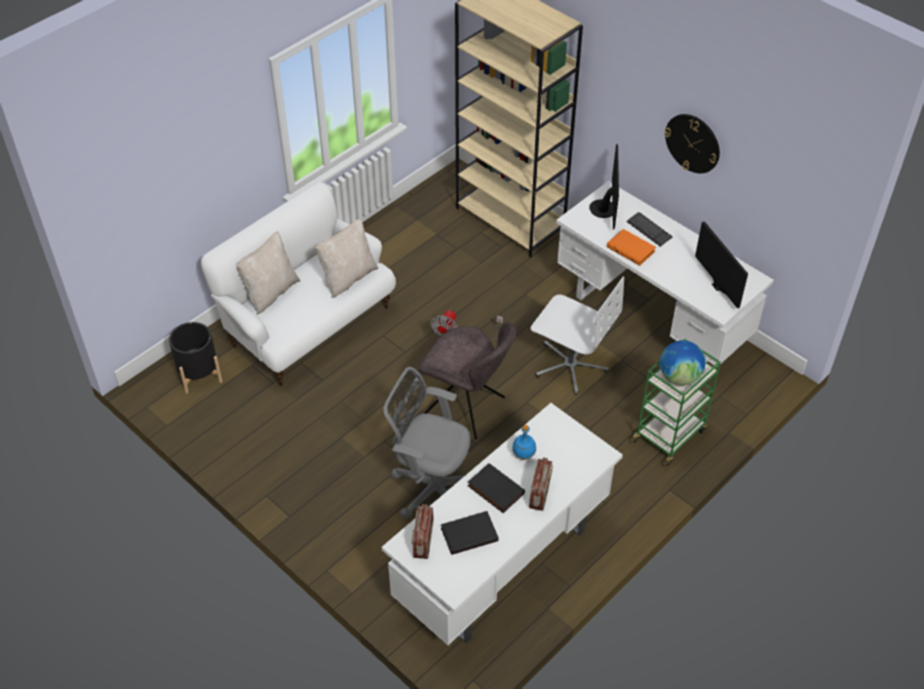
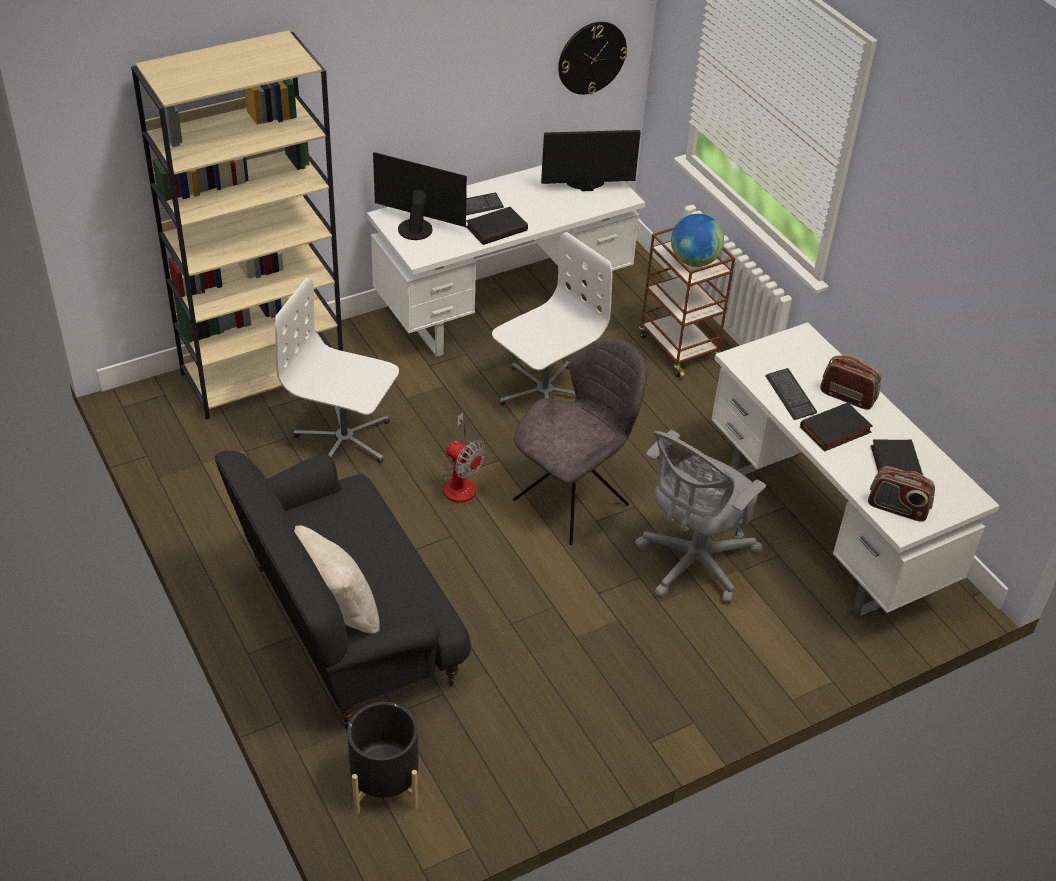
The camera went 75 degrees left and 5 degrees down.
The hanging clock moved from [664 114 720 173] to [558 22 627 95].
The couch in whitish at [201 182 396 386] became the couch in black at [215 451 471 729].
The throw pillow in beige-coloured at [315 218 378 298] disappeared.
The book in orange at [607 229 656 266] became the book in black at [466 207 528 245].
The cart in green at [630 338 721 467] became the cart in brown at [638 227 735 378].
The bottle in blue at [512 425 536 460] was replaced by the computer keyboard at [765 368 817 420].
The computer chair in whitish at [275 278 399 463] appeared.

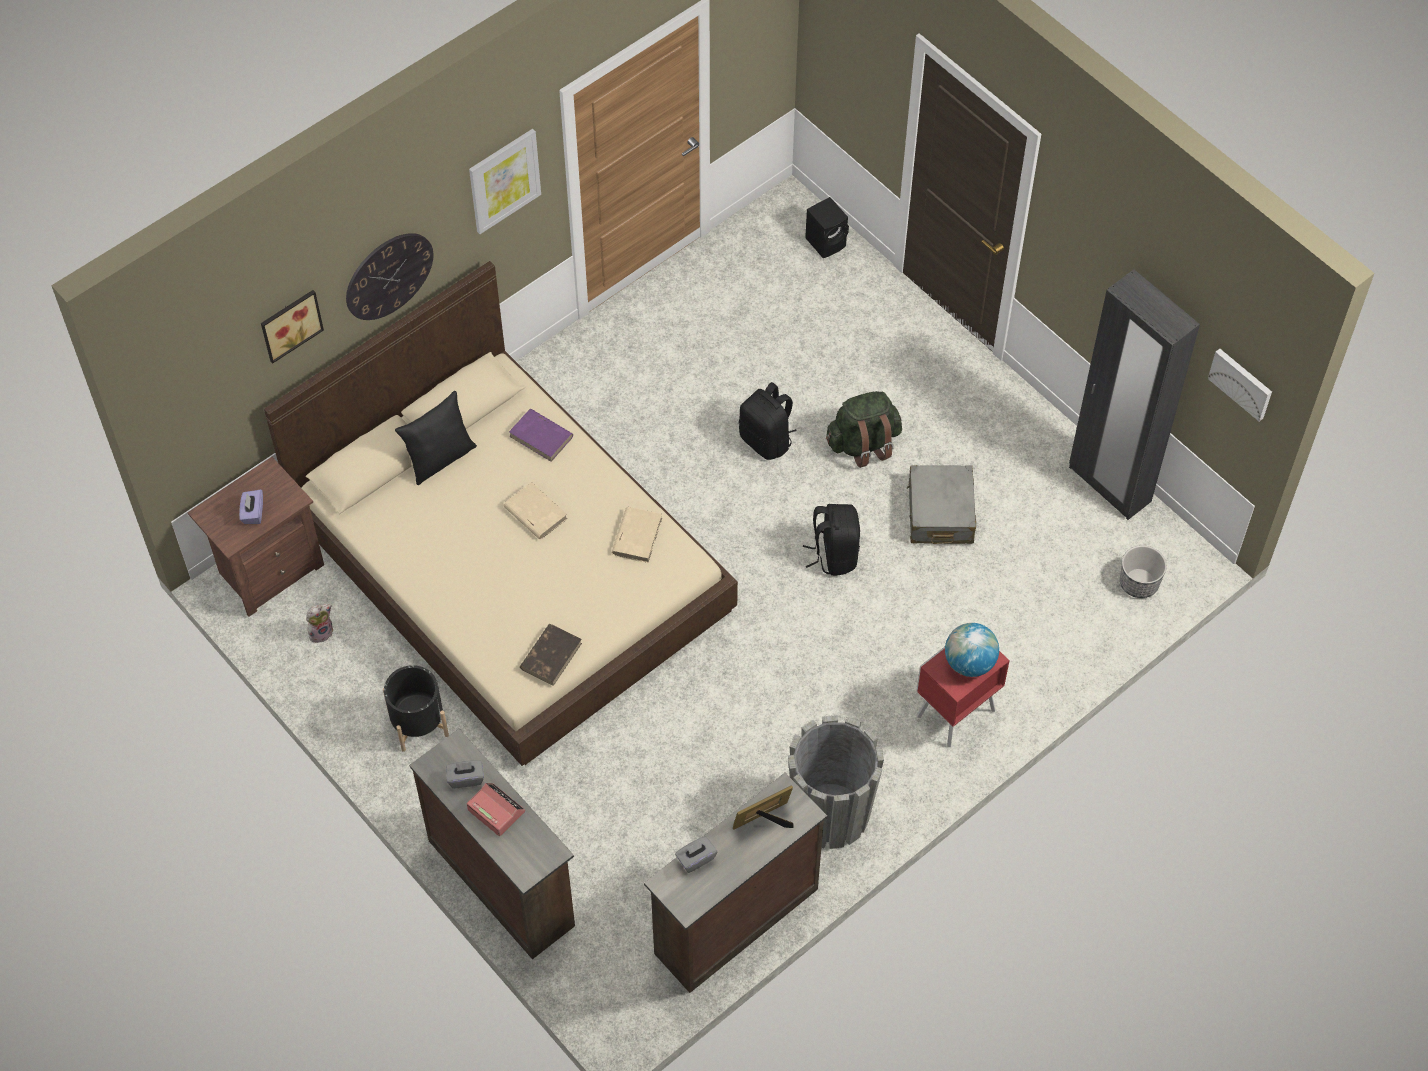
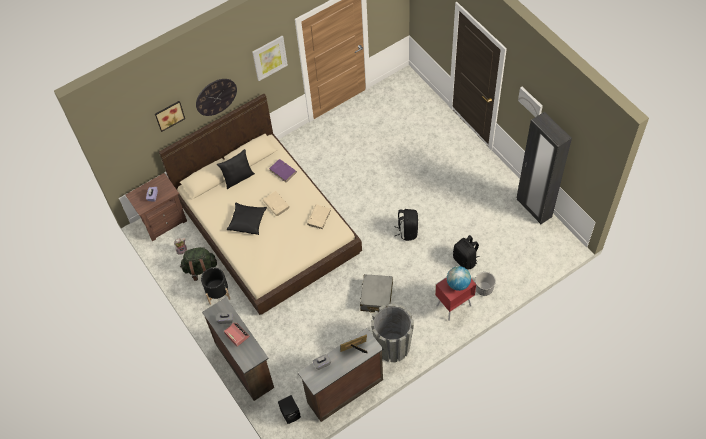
The camera went 10 degrees right and 0 degrees up.
The loudspeaker in black moved from [805 197 849 258] to [278 395 301 424].
The picture moved from [1208 349 1272 421] to [518 87 543 117].
The knapsack in black moved from [739 382 797 460] to [453 235 480 270].
The knapsack in green moved from [826 391 902 468] to [180 247 217 281].
The piece of luggage in greyish moved from [907 465 976 544] to [360 274 393 313].
The planter moved from [1120 545 1167 598] to [475 272 496 296].
The book in brown at [520 624 582 686] disappeared.
The throw pillow in black at [227 202 267 235] appeared.

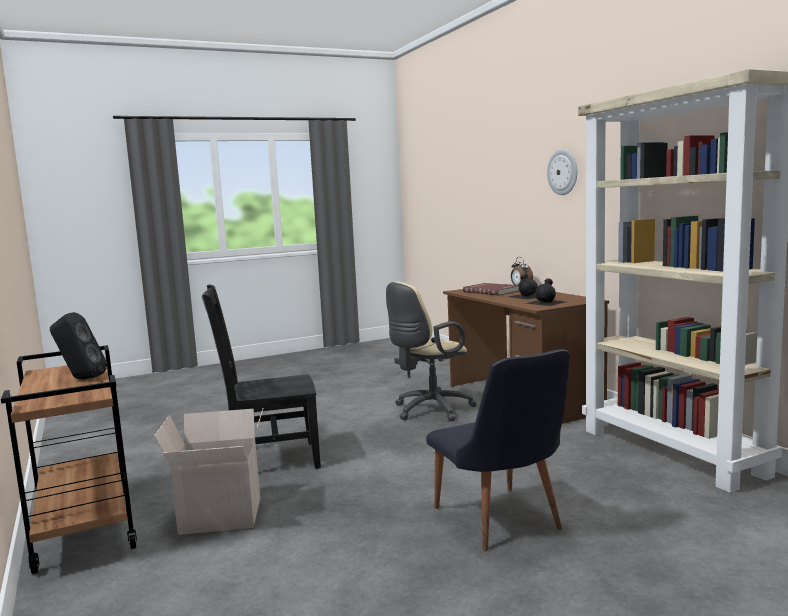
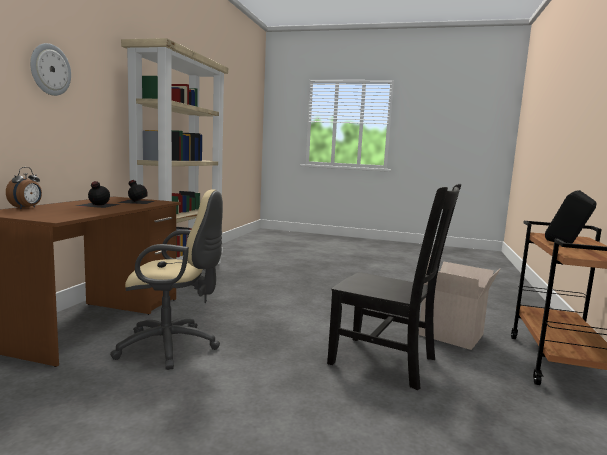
The camera went 140 degrees left and 0 degrees up.
The book in reddish at [463 283 519 295] disappeared.
The plain chair in black at [426 349 570 551] disappeared.

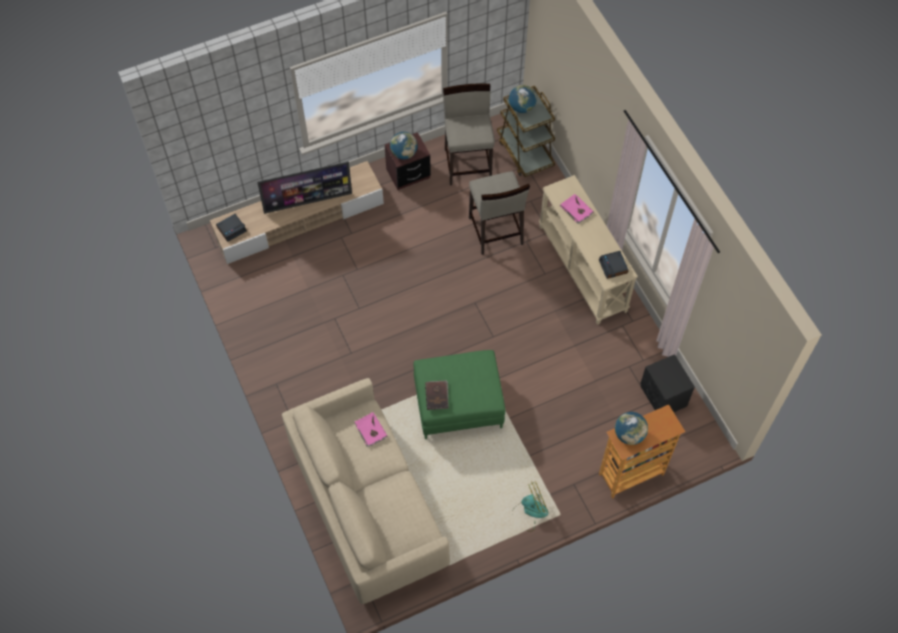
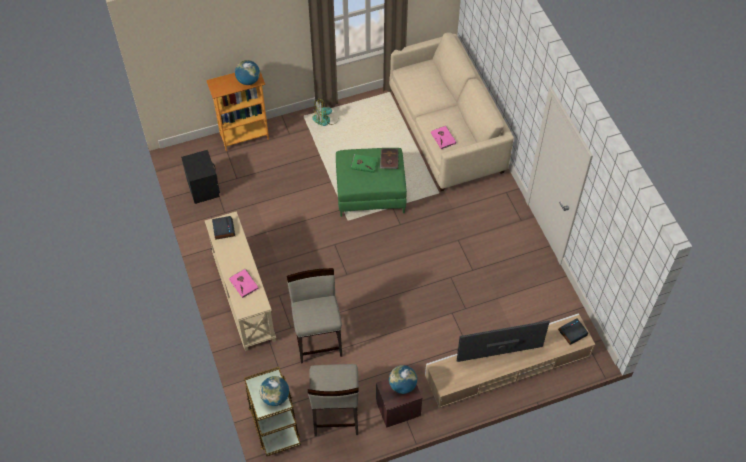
The camera went 175 degrees left and 5 degrees down.
The book in green at [351 154 378 173] appeared.

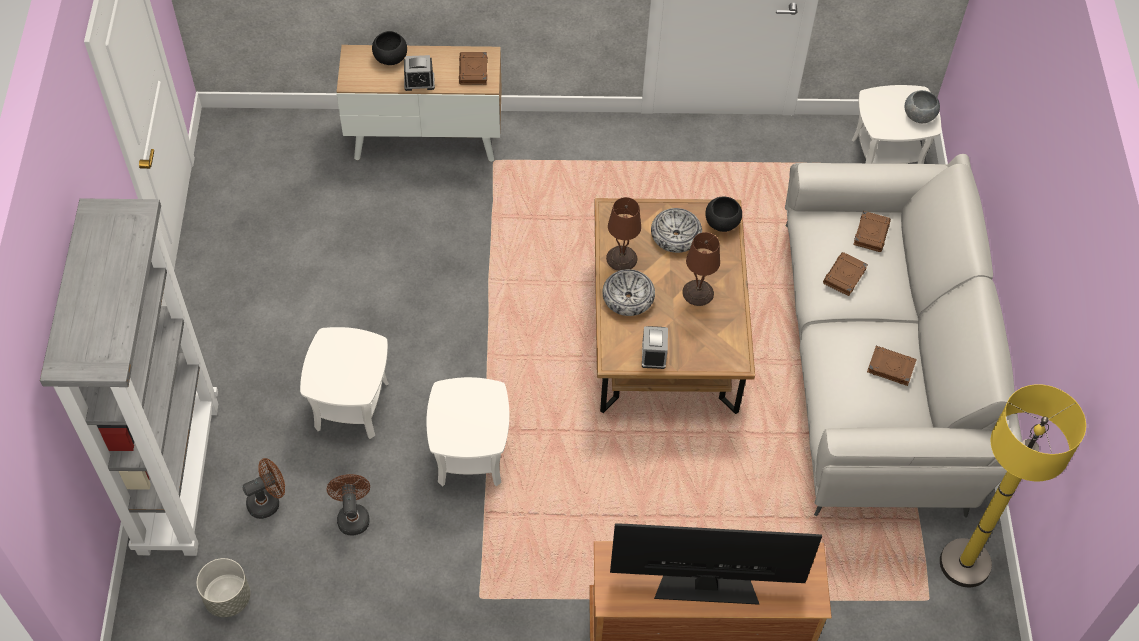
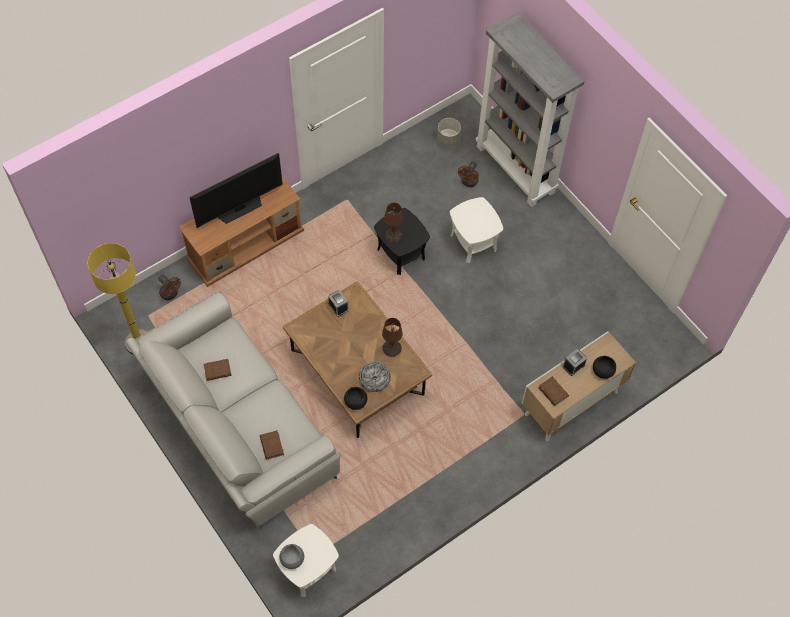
The camera went 145 degrees right and 5 degrees up.
The tabletop lamp in brown moved from [682 232 720 306] to [384 203 403 243].
The book in brown at [823 252 868 296] disappeared.
The serving bowl at [602 269 655 316] disappeared.
The accent table in whitish at [426 377 509 487] became the accent table in black at [374 208 430 275].
The cooling fan in brown moved from [327 474 370 535] to [158 275 181 300].

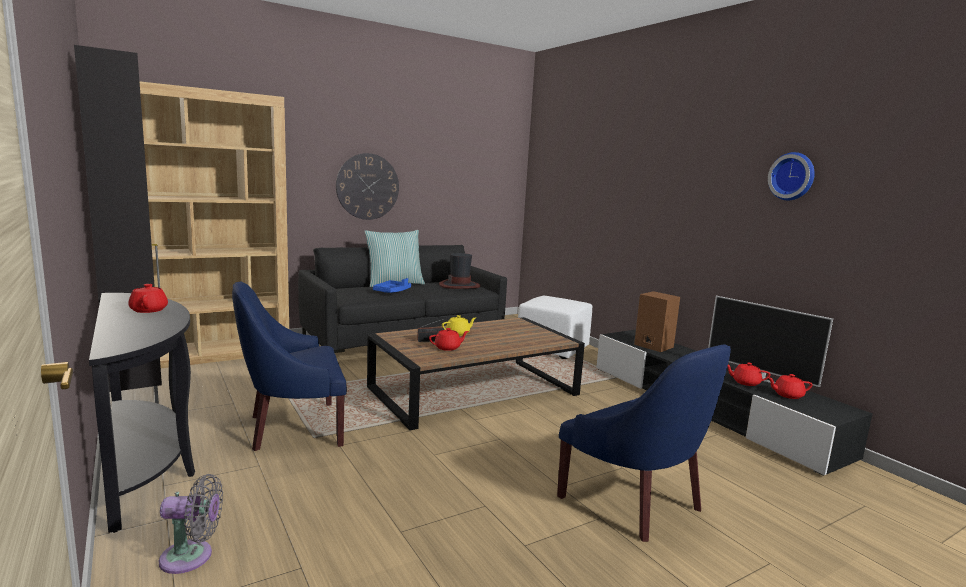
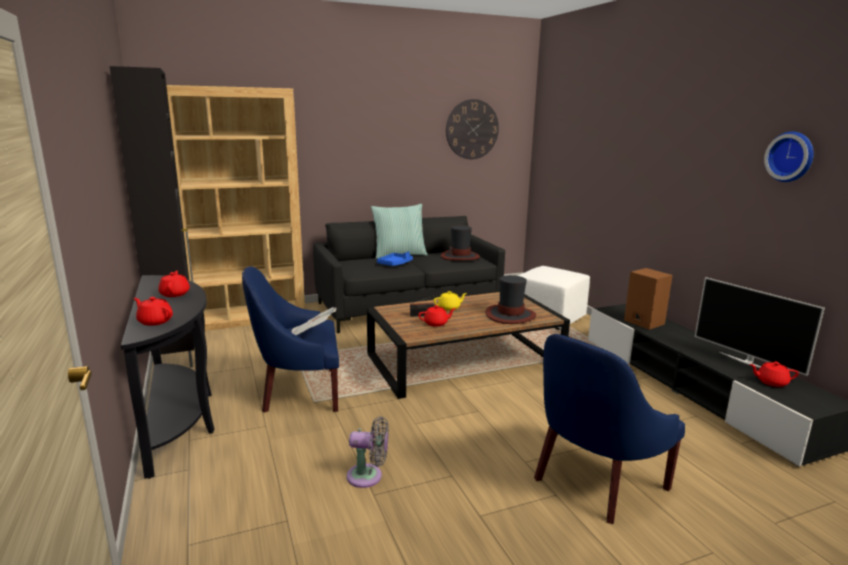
The camera went 10 degrees right and 5 degrees up.
The hanging clock moved from [336 153 399 220] to [446 99 499 159].
The armchair in blue at [557 344 731 542] turned 75 degrees clockwise.
The tea pot in reddish moved from [727 362 770 386] to [134 297 173 326].
The cooling fan in greyish moved from [159 474 223 574] to [346 416 389 488].
The hat at [485 275 536 324] appeared.
The newspaper at [291 307 337 335] appeared.

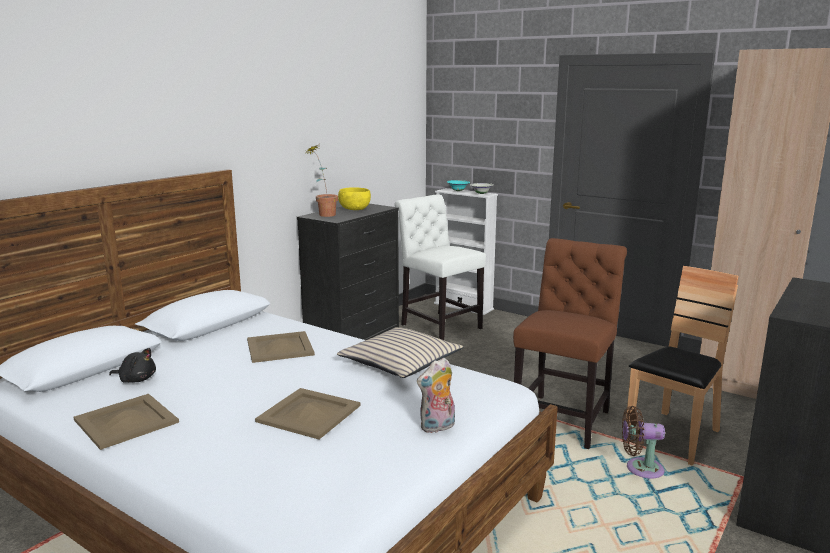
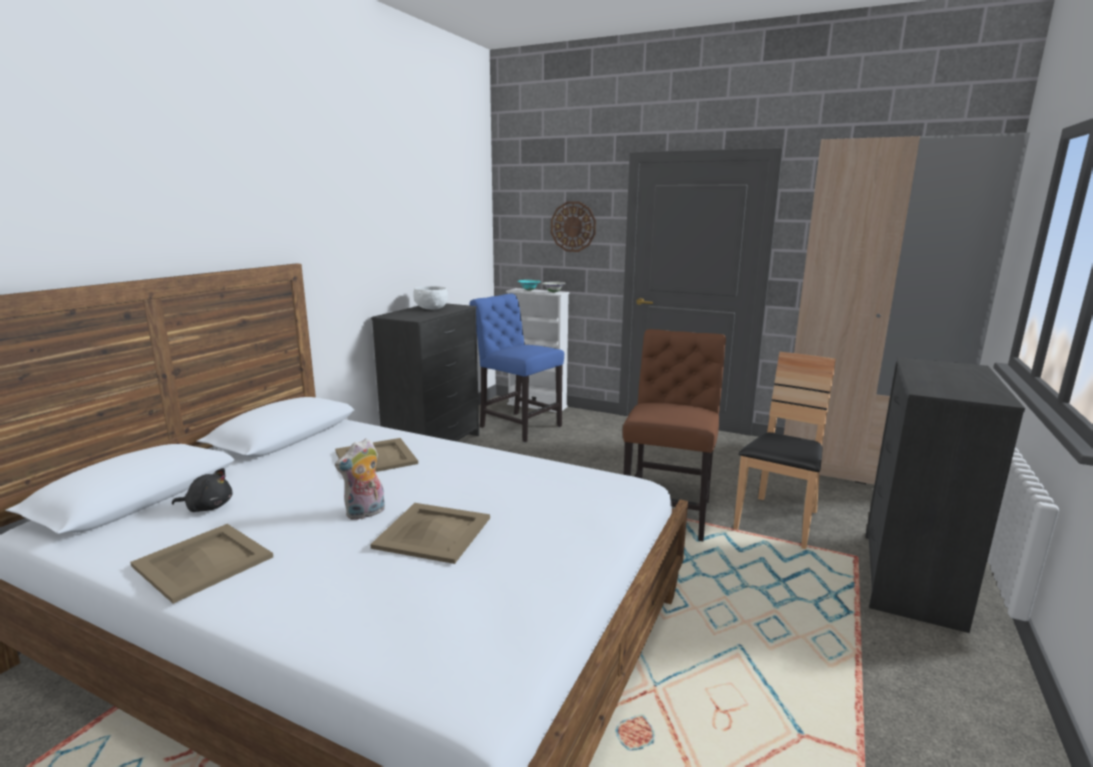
The camera went 10 degrees left and 0 degrees up.
The houseplant at [304 145 338 217] disappeared.
The serving bowl in yellow-coloured at [338 187 371 210] became the serving bowl in whitish at [413 286 448 309].
The plain chair in whitish at [394 194 486 340] became the plain chair in blue at [470 294 564 442].
The throw pillow in beige-coloured at [337 327 464 378] disappeared.
The cuddly toy moved from [417 358 455 433] to [335 438 385 520].
The cooling fan in brown at [622 406 665 478] disappeared.
The hanging clock at [551 201 596 252] appeared.

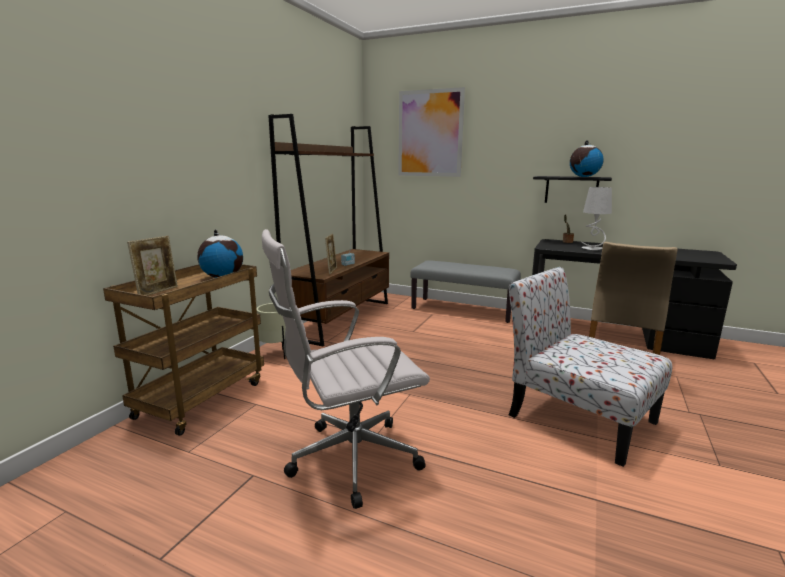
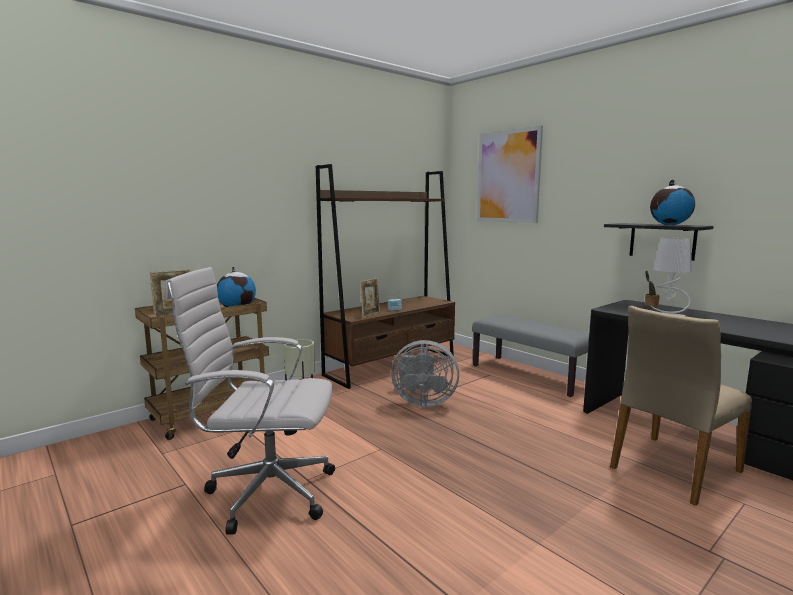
The camera went 25 degrees right and 5 degrees down.
The plain chair at [509 267 672 467] disappeared.
The cooling fan in greyish at [391 340 459 407] appeared.

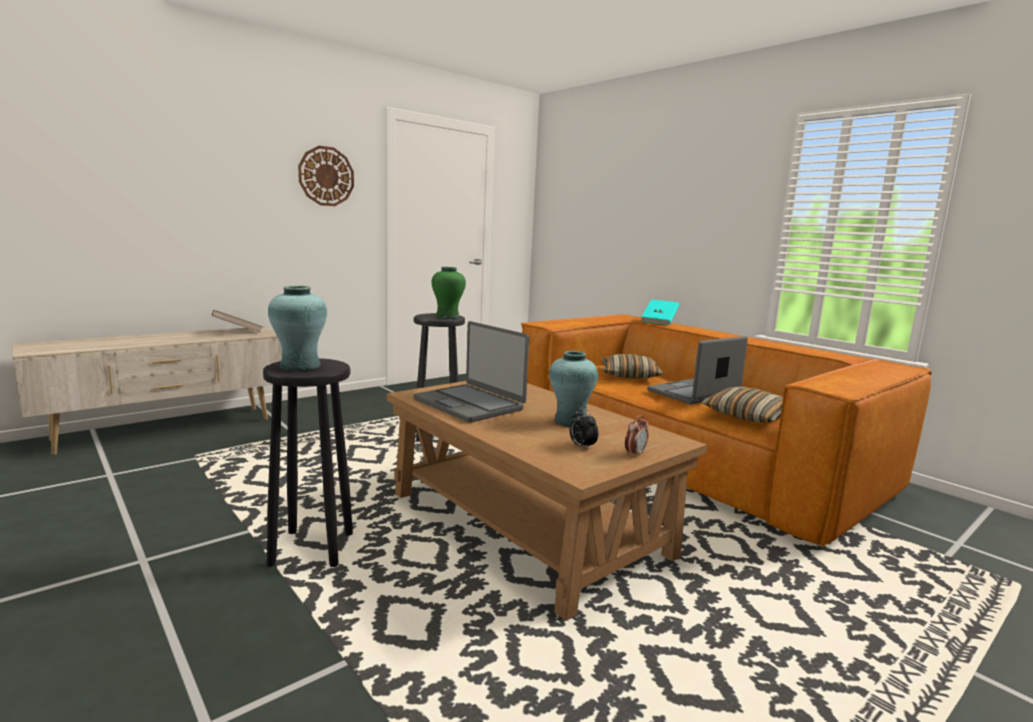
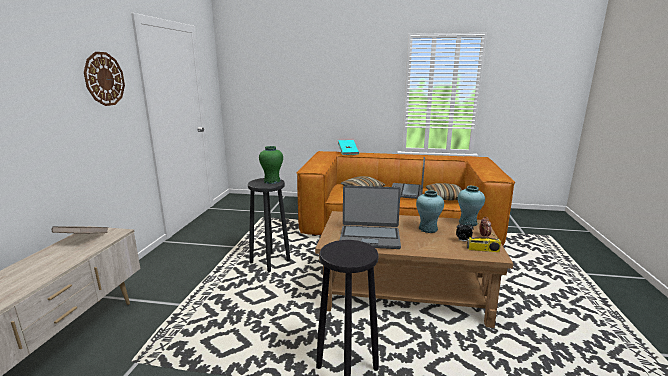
The camera went 40 degrees left and 5 degrees up.
The flower vase in turquoise moved from [268 286 327 371] to [458 186 485 227].
The radio set at [467 221 501 252] appeared.

